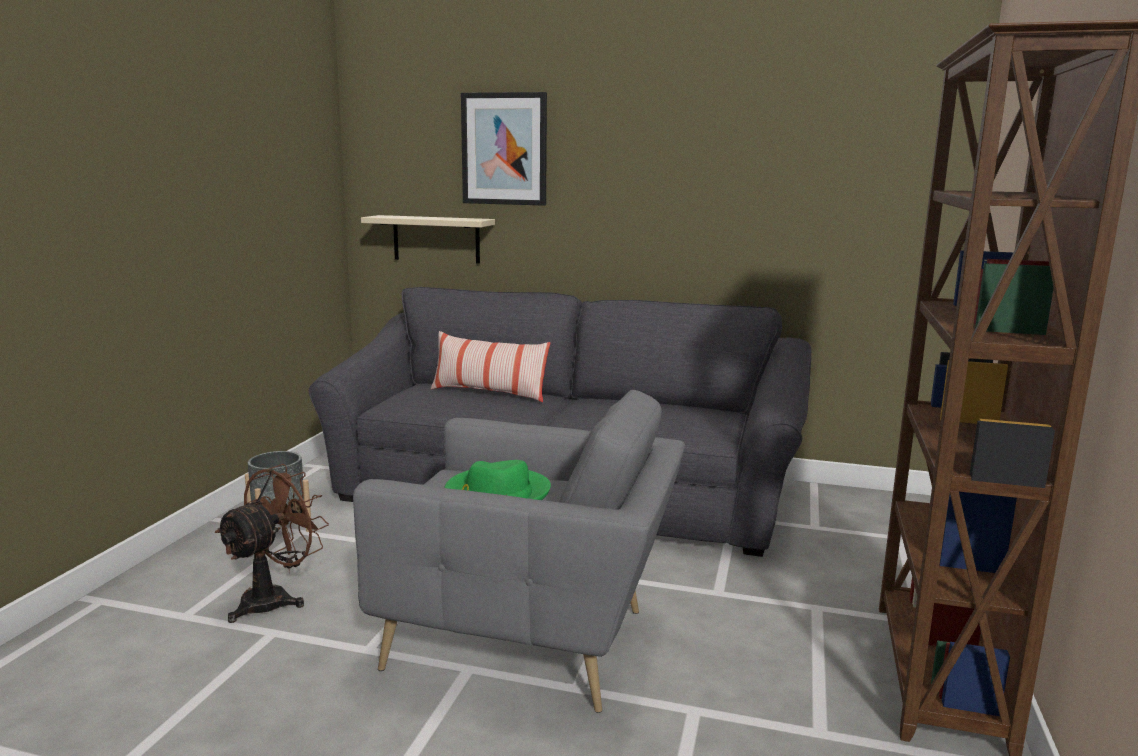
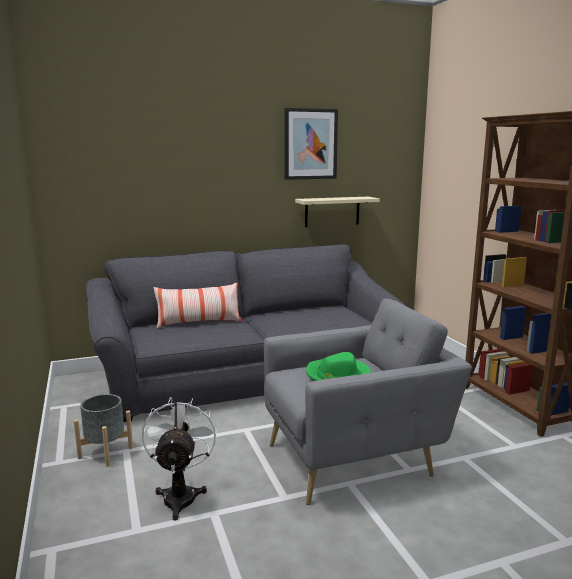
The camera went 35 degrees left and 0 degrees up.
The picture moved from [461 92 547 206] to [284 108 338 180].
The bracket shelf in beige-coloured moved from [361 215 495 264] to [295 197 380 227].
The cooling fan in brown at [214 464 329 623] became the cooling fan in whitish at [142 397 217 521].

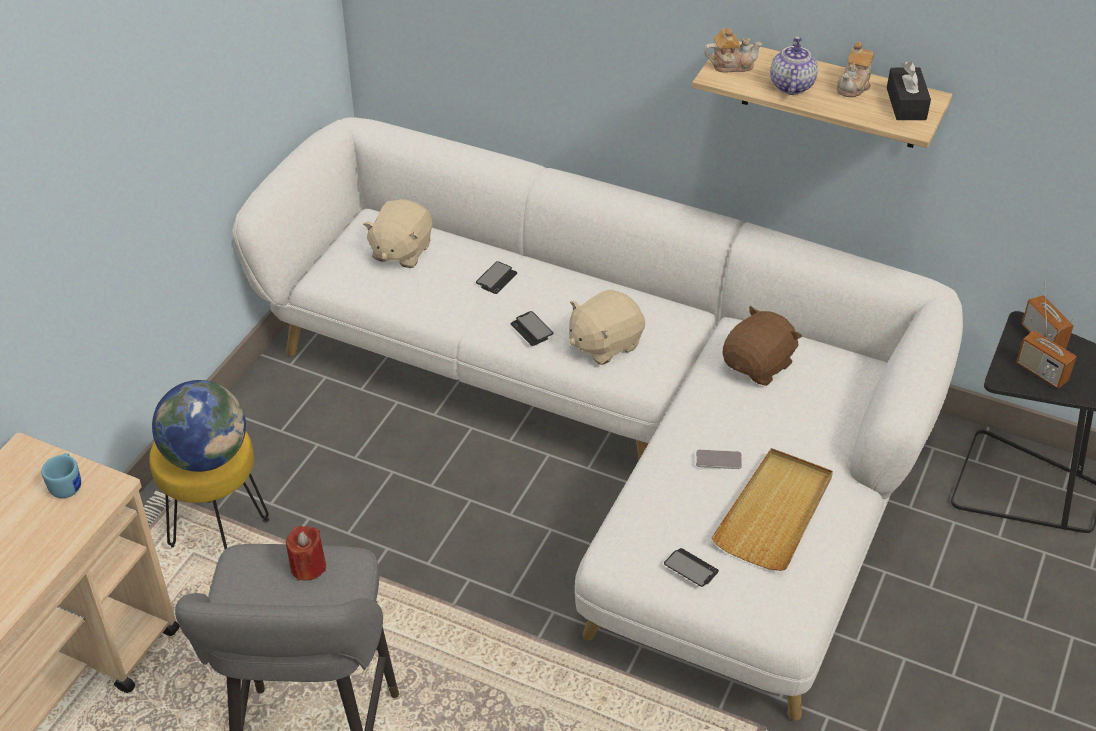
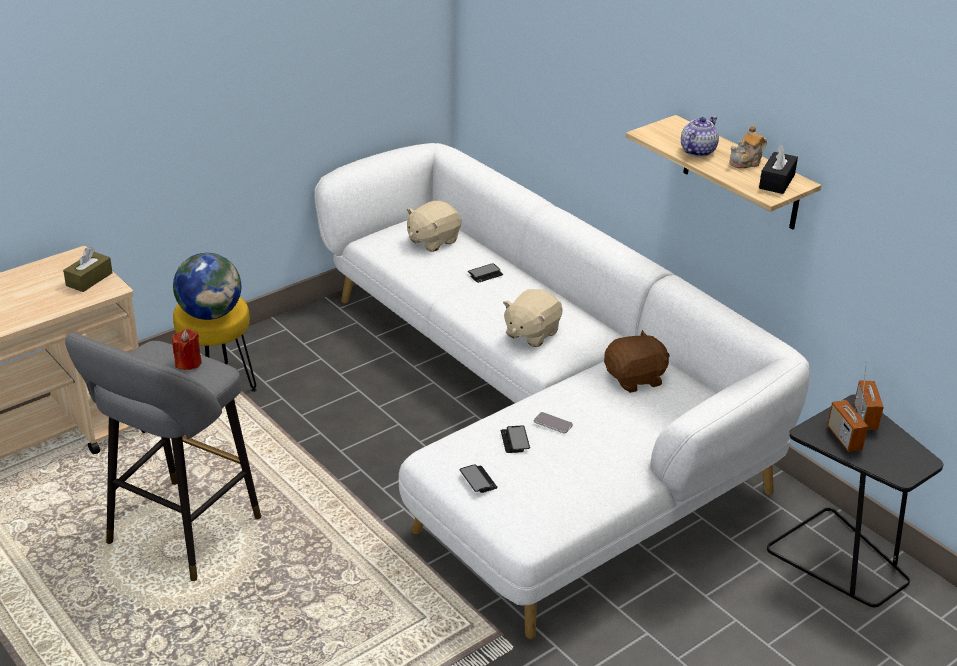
The camera went 25 degrees right and 10 degrees down.
The tea pot at [704 28 763 73] disappeared.
The cuddly toy in beige-coloured at [569 289 645 365] turned 45 degrees counterclockwise.
The phone moved from [510 311 553 346] to [501 425 530 453].
The tray in beige-coloured at [711 448 833 571] disappeared.
The coffee mug in blue at [41 453 81 498] was replaced by the box of tissues in brown at [63 247 113 292].

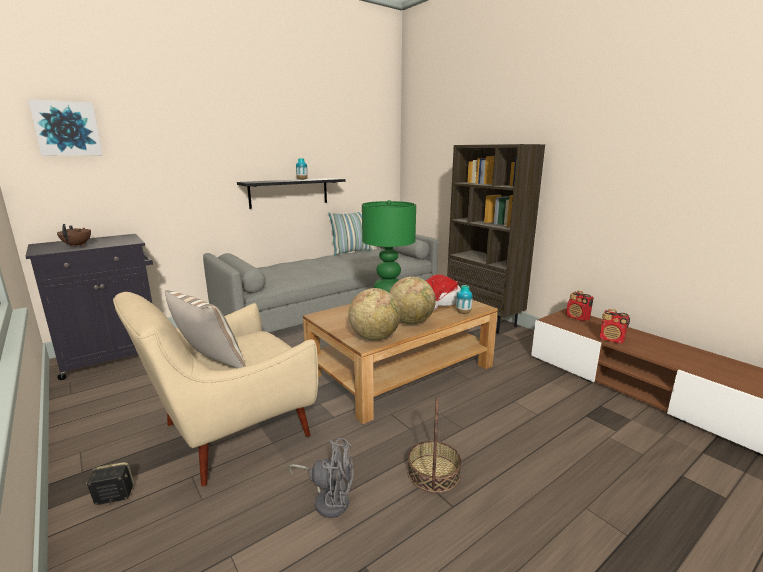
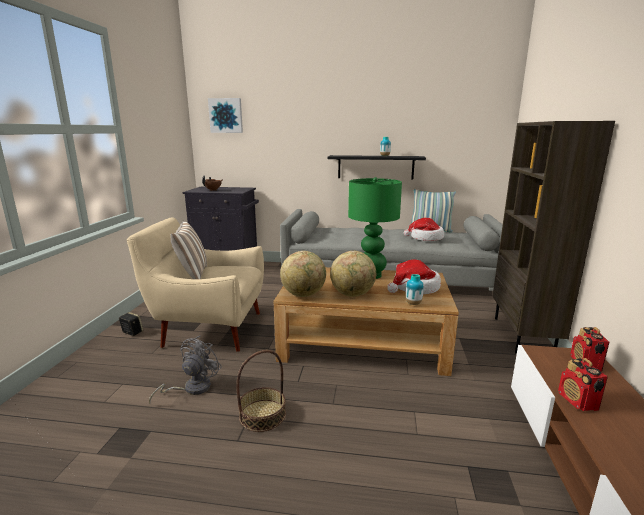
The camera went 45 degrees right and 0 degrees up.
The cooling fan in greyish at [288 438 354 518] turned 120 degrees counterclockwise.
The hat at [404 218 444 241] appeared.

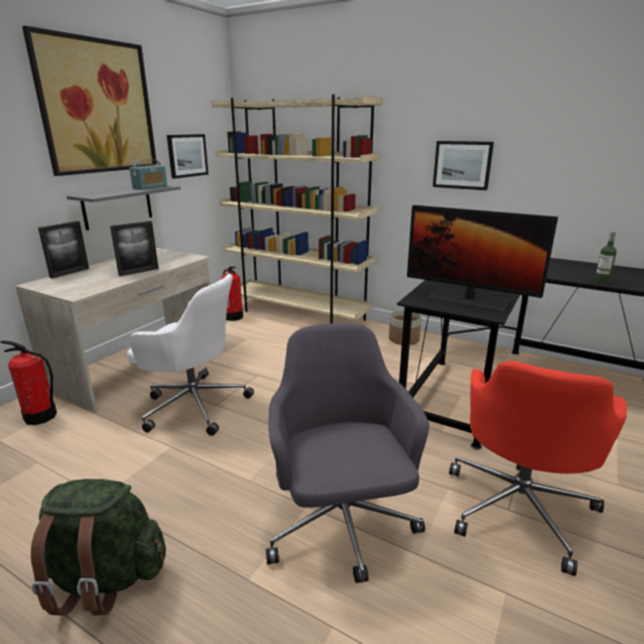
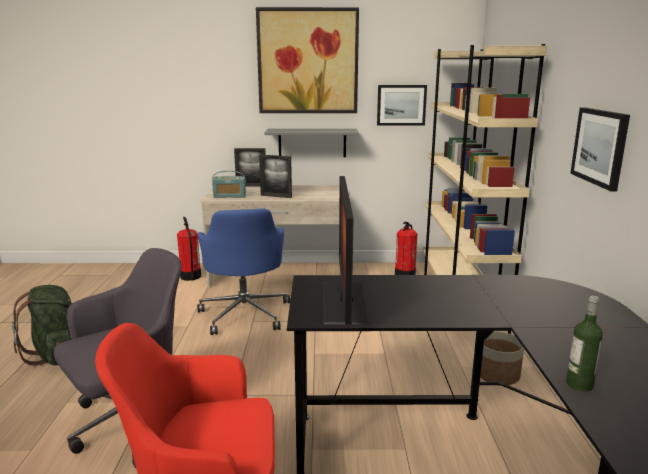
The camera went 60 degrees right and 5 degrees down.
The radio set moved from [129 159 167 190] to [212 171 246 198].
The computer chair in whitish at [127 274 254 436] became the computer chair in blue at [197 208 290 335].

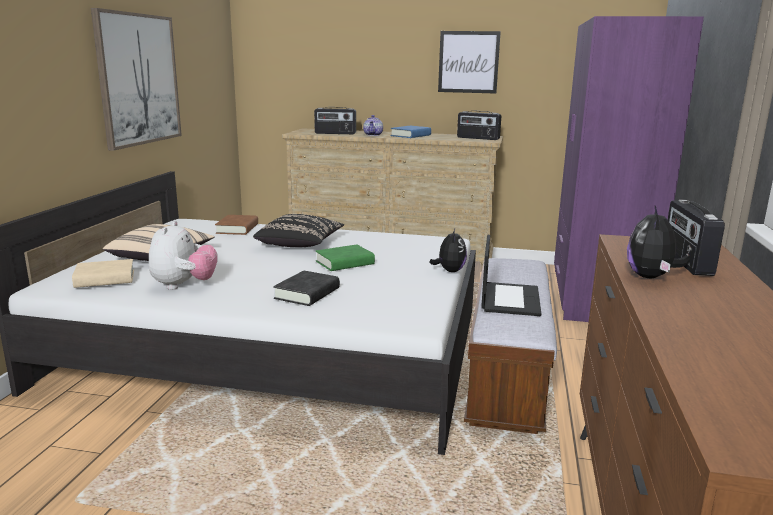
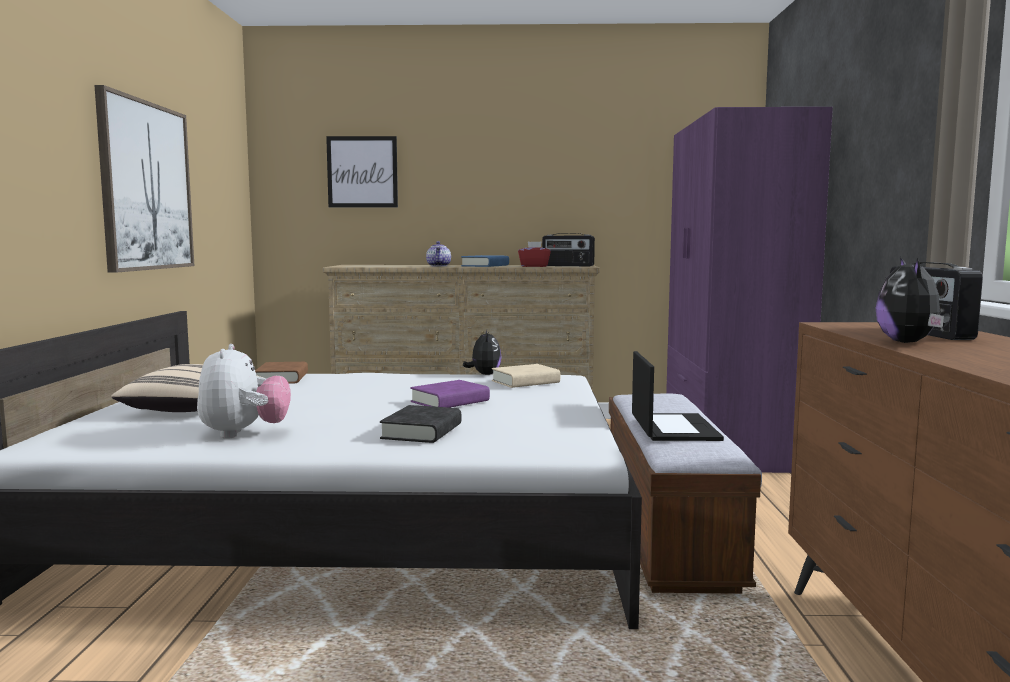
The camera went 10 degrees left and 10 degrees down.
The picture moved from [438 31 501 94] to [326 136 398 207].
The radio set at [314 107 356 134] disappeared.
The throw pillow in black at [253 214 344 247] disappeared.
The cuddly toy moved from [430 229 467 272] to [463 330 502 375].
The book in green at [316 244 375 271] became the book in purple-coloured at [410 380 490 408].
The book in beige-coloured moved from [72 259 134 288] to [492 364 560 388].
The box of tissues in reddish at [518 241 551 267] appeared.

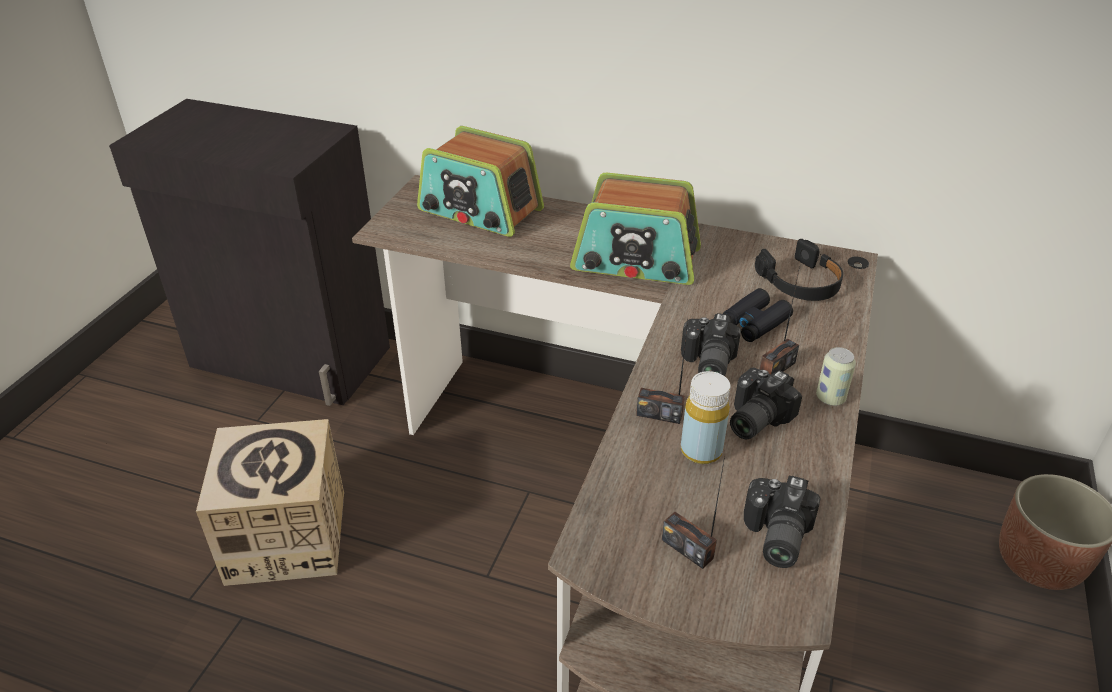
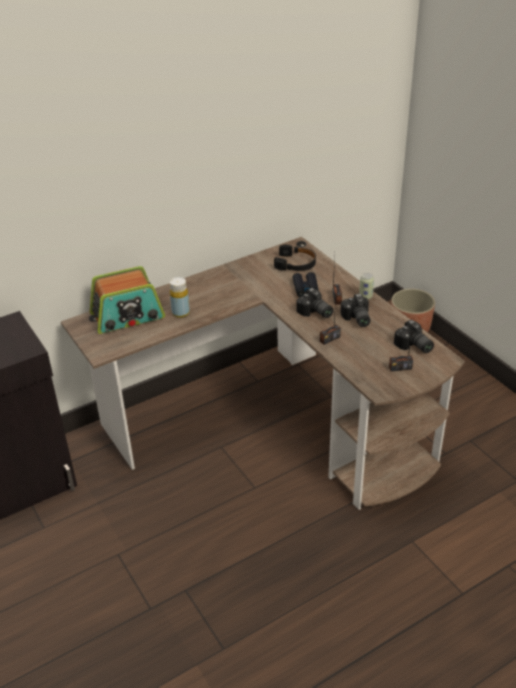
The camera went 50 degrees left and 0 degrees up.
The radio set at [570 172 701 285] disappeared.
The bottle in yellow-coloured moved from [681 371 731 464] to [170 277 190 318].
The carton at [196 419 344 586] disappeared.

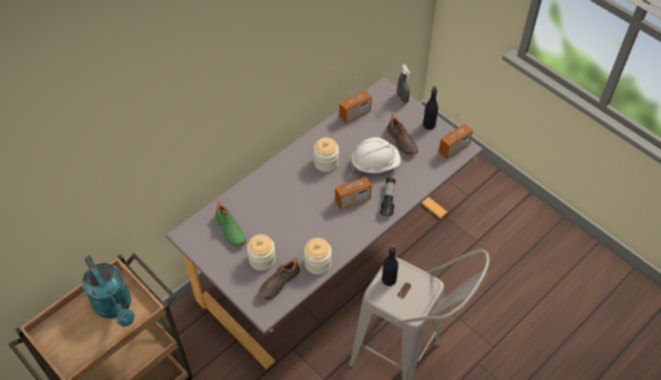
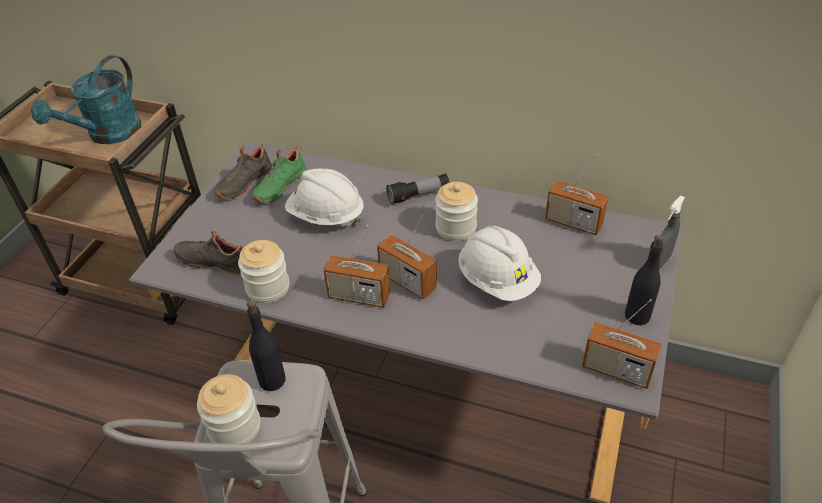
The camera went 65 degrees right and 10 degrees down.
The low shoe in black moved from [387 114 418 155] to [214 143 272 199].
The torch moved from [380 178 396 216] to [386 174 449 204].
The preserve jar moved from [247 234 276 271] to [197 374 261 443].
The safety helmet in whitish at [285 169 365 226] appeared.
The radio set at [324 225 390 308] appeared.

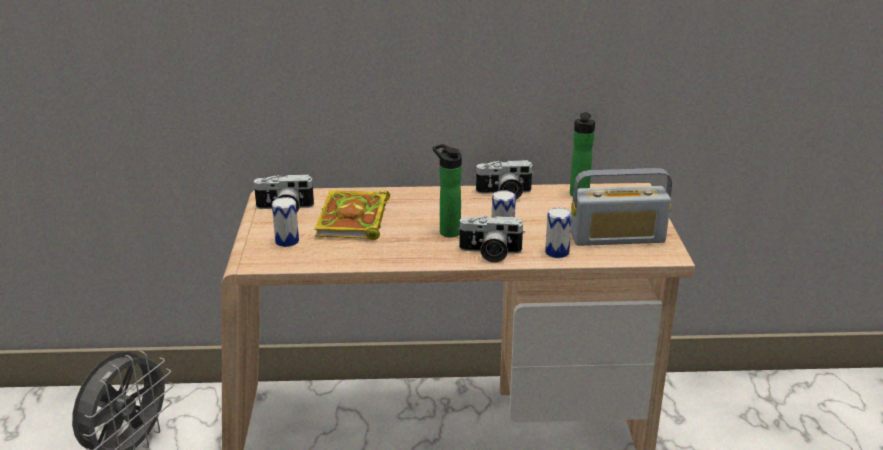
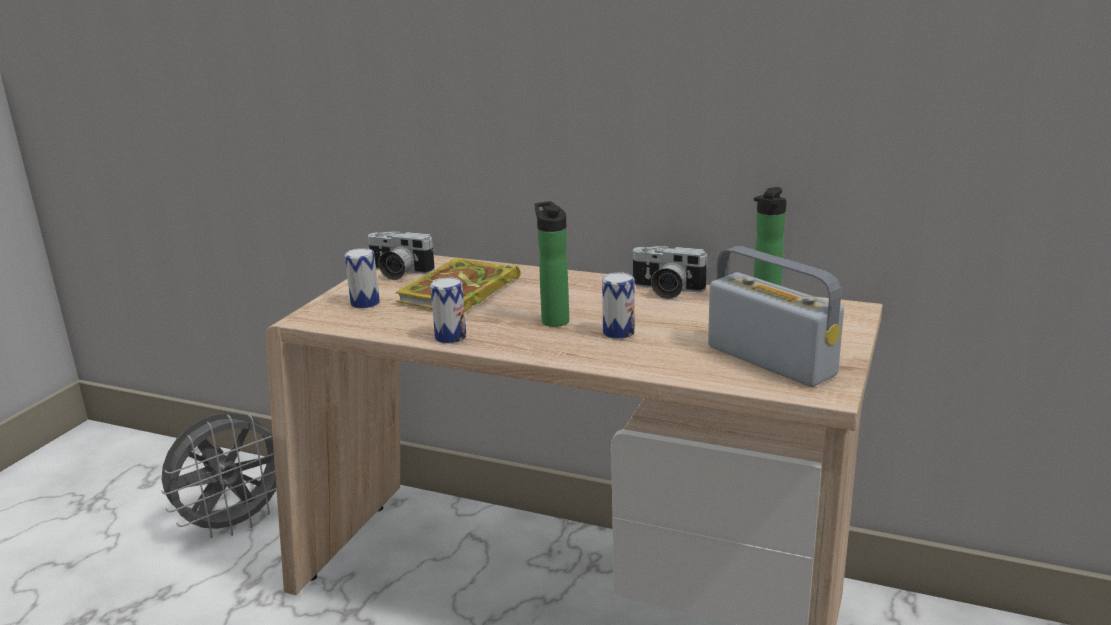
The camera went 25 degrees right and 5 degrees down.
The radio set at [571 168 672 246] turned 150 degrees counterclockwise.
The sealed can moved from [545 207 572 258] to [430 277 466 344].
The still camera at [457 216 525 263] disappeared.

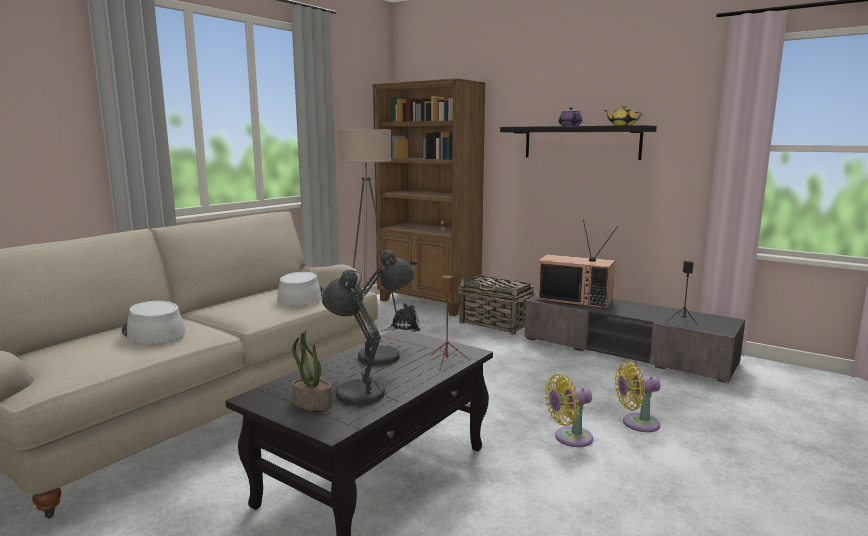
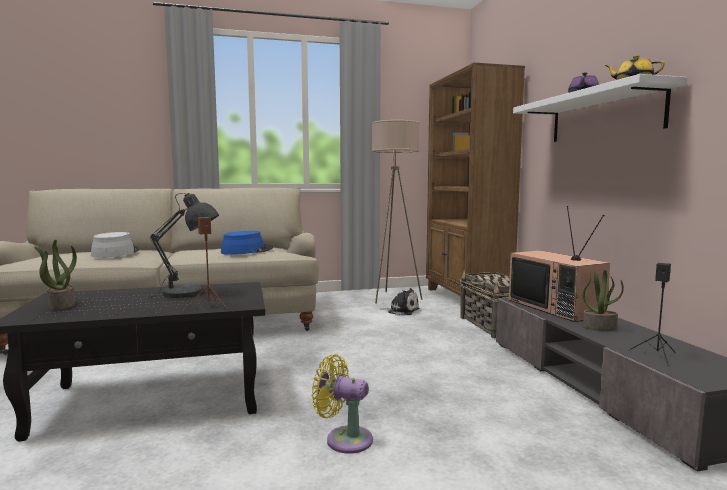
The camera went 40 degrees right and 5 degrees down.
The bracket shelf in black at [500 125 657 160] became the bracket shelf in whitish at [513 74 687 142].
The tabletop lamp in greyish at [322 269 397 406] disappeared.
The hat in greyish at [277 272 325 306] became the hat in blue at [221 231 273 255].
The cooling fan in yellow-coloured at [615 361 660 432] disappeared.
The houseplant at [583 270 624 331] appeared.

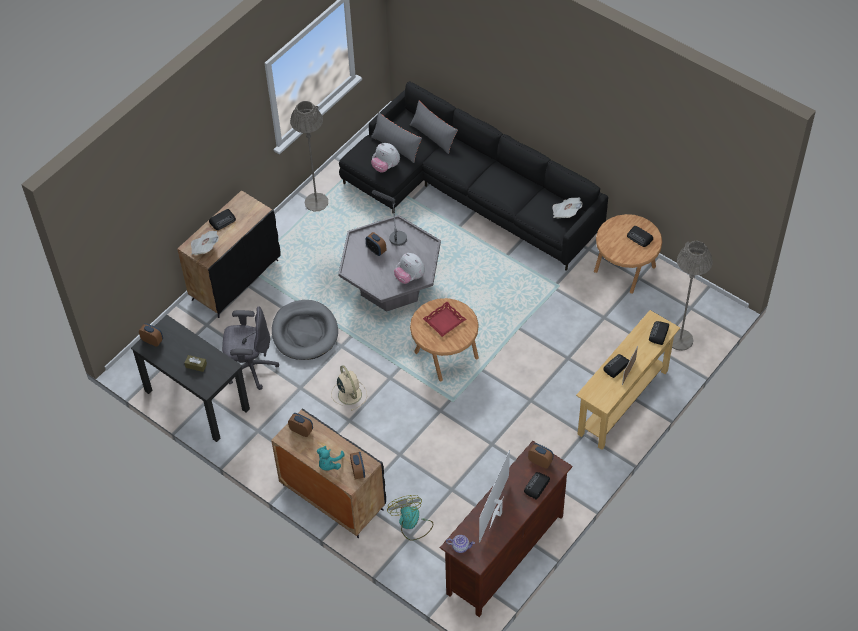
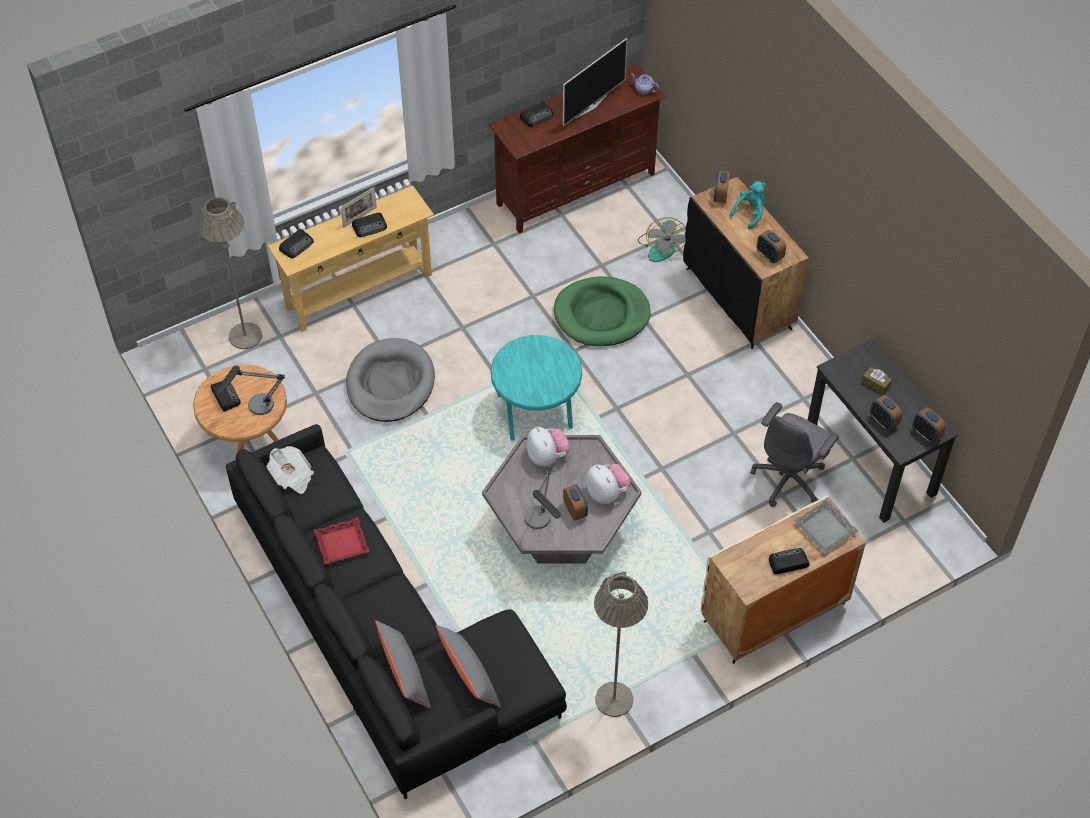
The camera went 160 degrees left and 0 degrees up.
The cuddly toy moved from [371 143 400 173] to [586 464 631 504].
The storage cabinet in black at [177 190 281 318] became the storage cabinet in beige-coloured at [701 495 866 664].
The newspaper at [191 231 219 255] was replaced by the tray in greyish at [794 499 858 554].
The accent table in brown at [410 298 479 382] became the accent table in turquoise at [491 335 582 441].
The pet bed in greyish moved from [272 300 338 360] to [346 338 435 422].
The tray in reddish moved from [423 302 466 337] to [314 517 370 565].
The computer chair in greyish at [222 306 279 390] turned 75 degrees counterclockwise.
The cooling fan in beige-coloured at [331 365 367 411] disappeared.
The alarm clock moved from [528 443 553 469] to [870 395 902 431].
The pet bed in green at [553 276 651 346] appeared.
The tabletop lamp at [216 366 285 415] appeared.

